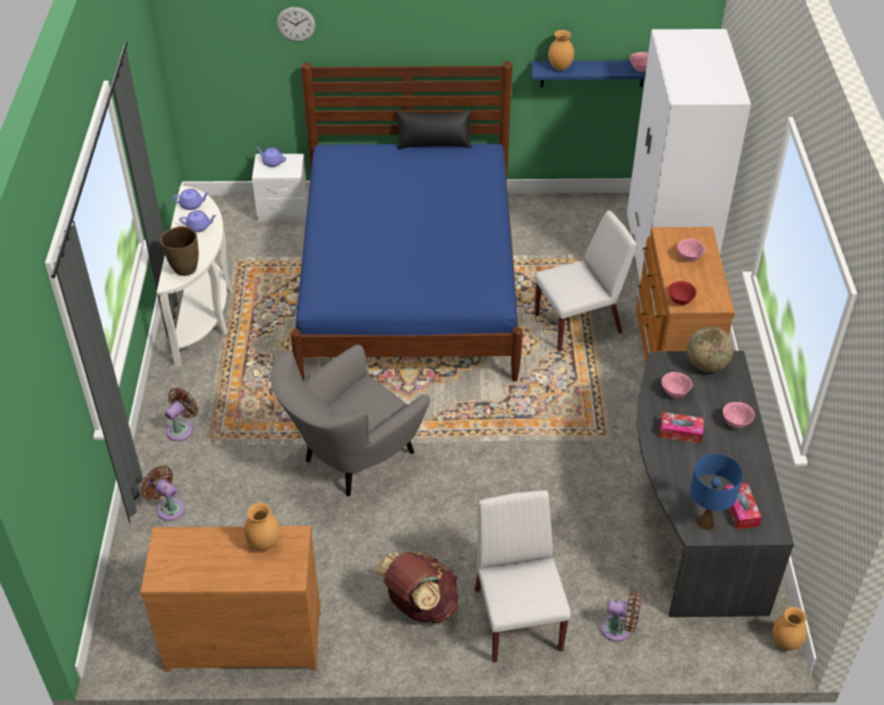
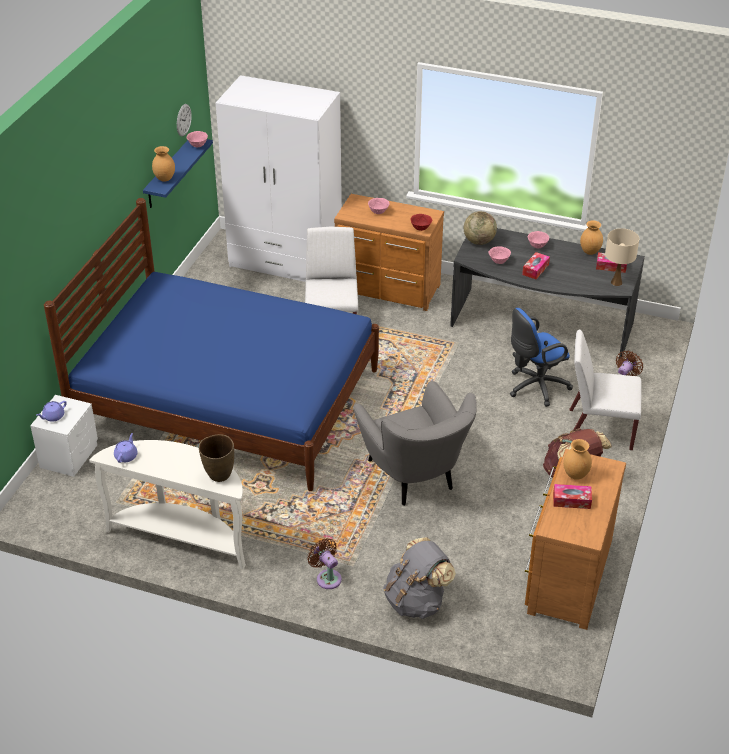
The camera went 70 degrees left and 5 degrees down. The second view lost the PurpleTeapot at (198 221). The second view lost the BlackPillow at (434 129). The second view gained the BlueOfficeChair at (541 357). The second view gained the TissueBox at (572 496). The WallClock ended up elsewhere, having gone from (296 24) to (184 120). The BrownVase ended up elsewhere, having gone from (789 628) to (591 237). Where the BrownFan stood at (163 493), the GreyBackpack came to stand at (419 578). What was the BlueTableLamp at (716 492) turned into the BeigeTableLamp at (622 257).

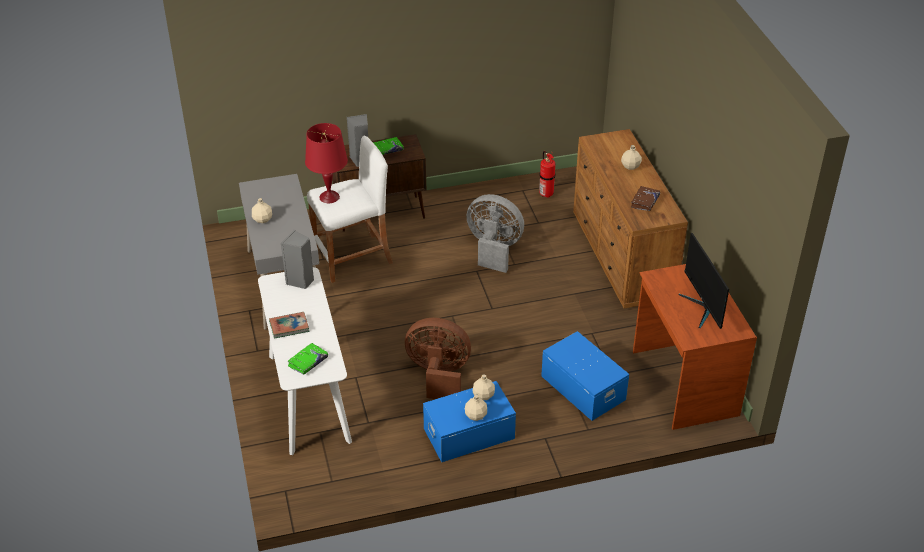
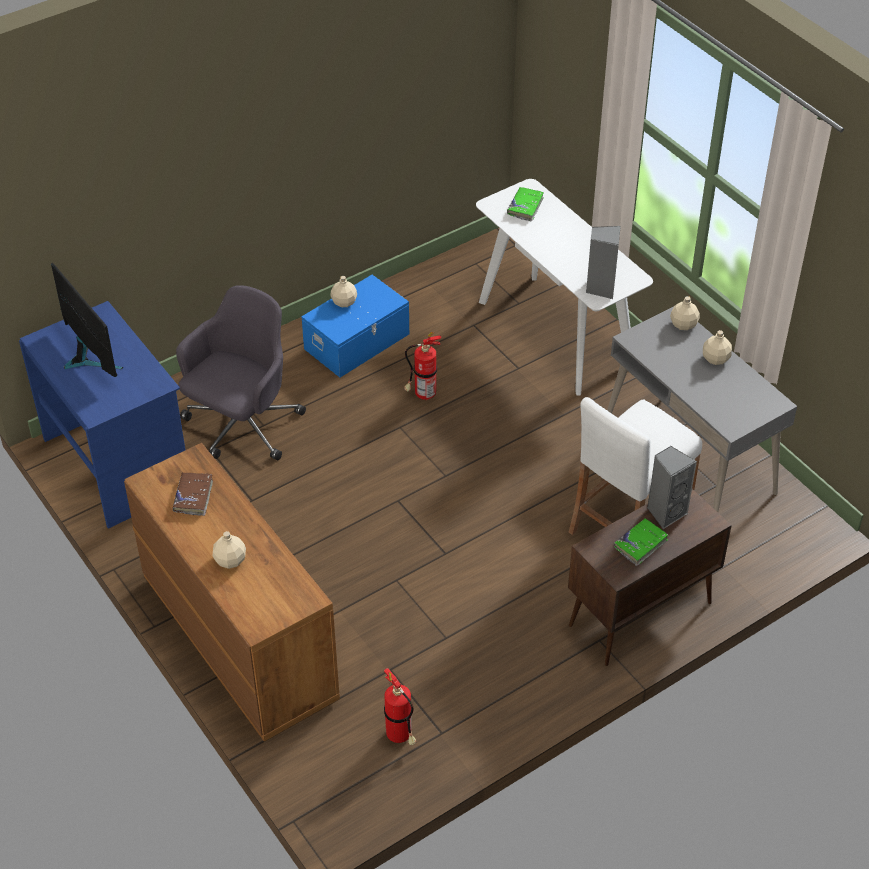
The camera went 160 degrees right and 5 degrees up. The second view lost the Book at (289 325). The second view lost the RedTableLamp at (326 163). The second view lost the GreyFan at (495 233). The BeigeBottle ended up elsewhere, having gone from (483 388) to (685 313). Where the BrownFan stood at (438 358), the FireExtinguisher came to stand at (423 366). Where the BlueStorageBox stood at (585 376), the GreyOfficeChair came to stand at (241 372). What was the BrownDesk at (695 347) turned into the BlueDesk at (102 415).

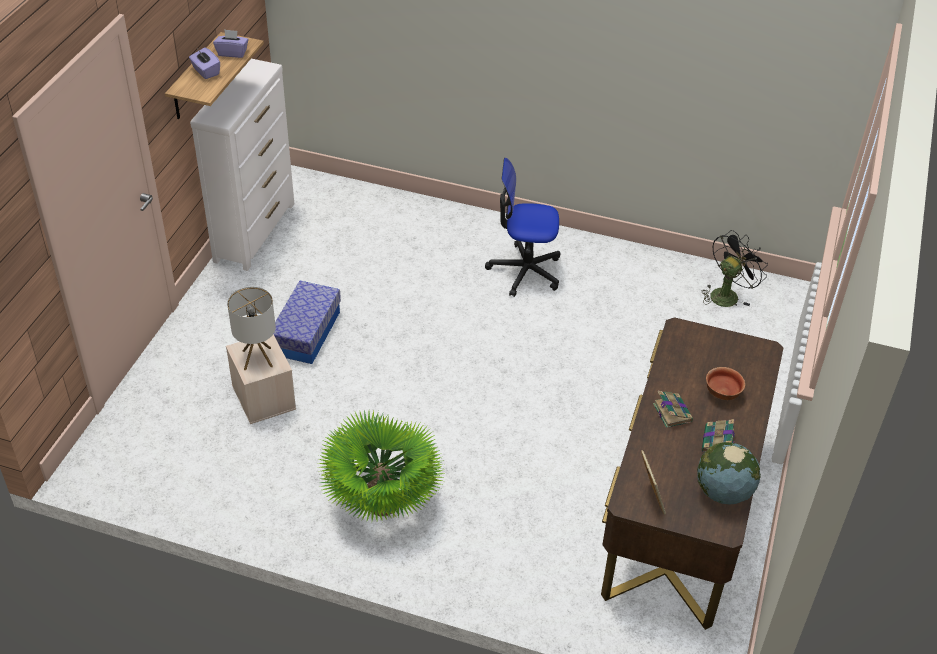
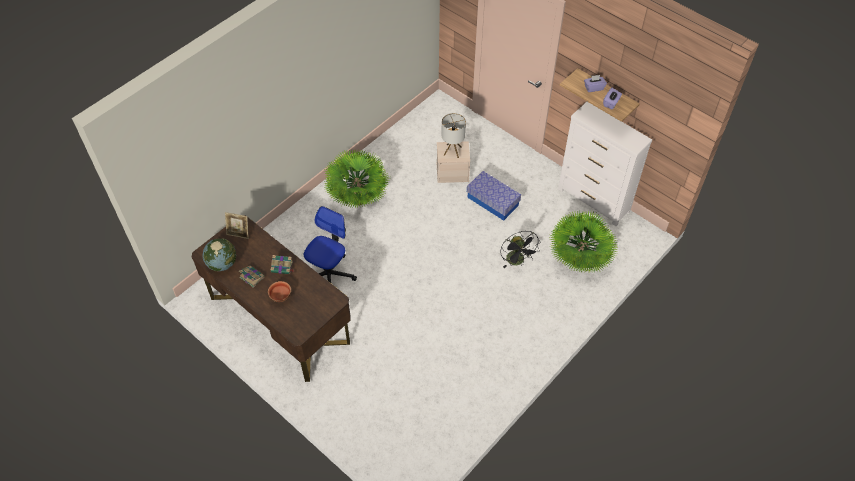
The camera went 115 degrees right and 10 degrees up. The second view gained the PottedPlant at (584 241). The OfficeChair ended up elsewhere, having gone from (523 227) to (330 244). The BlackFan ended up elsewhere, having gone from (735 268) to (520 249).

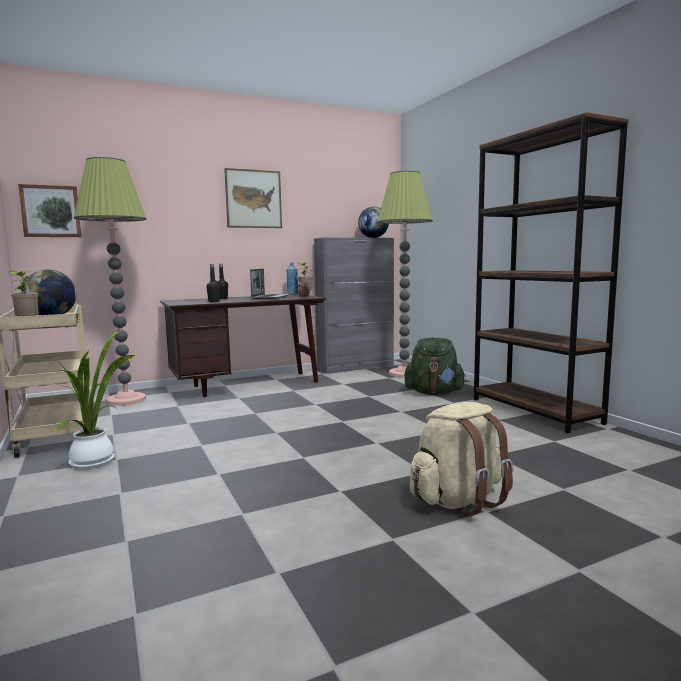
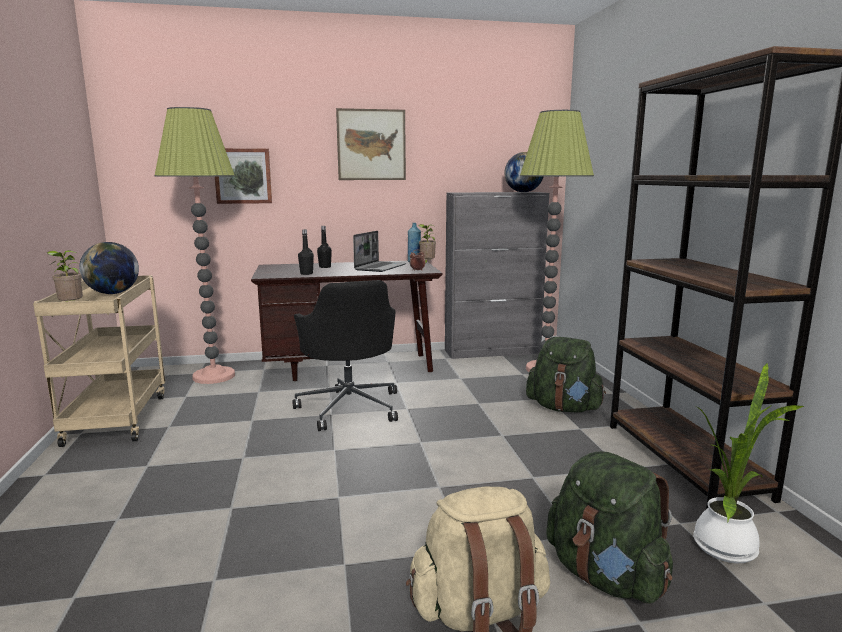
The camera went 15 degrees right and 5 degrees up. The second view gained the BlackOfficeChair at (345 355). The second view gained the GreenBackpack at (609 527). The Picture ended up elsewhere, having gone from (49 210) to (243 176). The PottedPlant ended up elsewhere, having gone from (95 400) to (749 463).

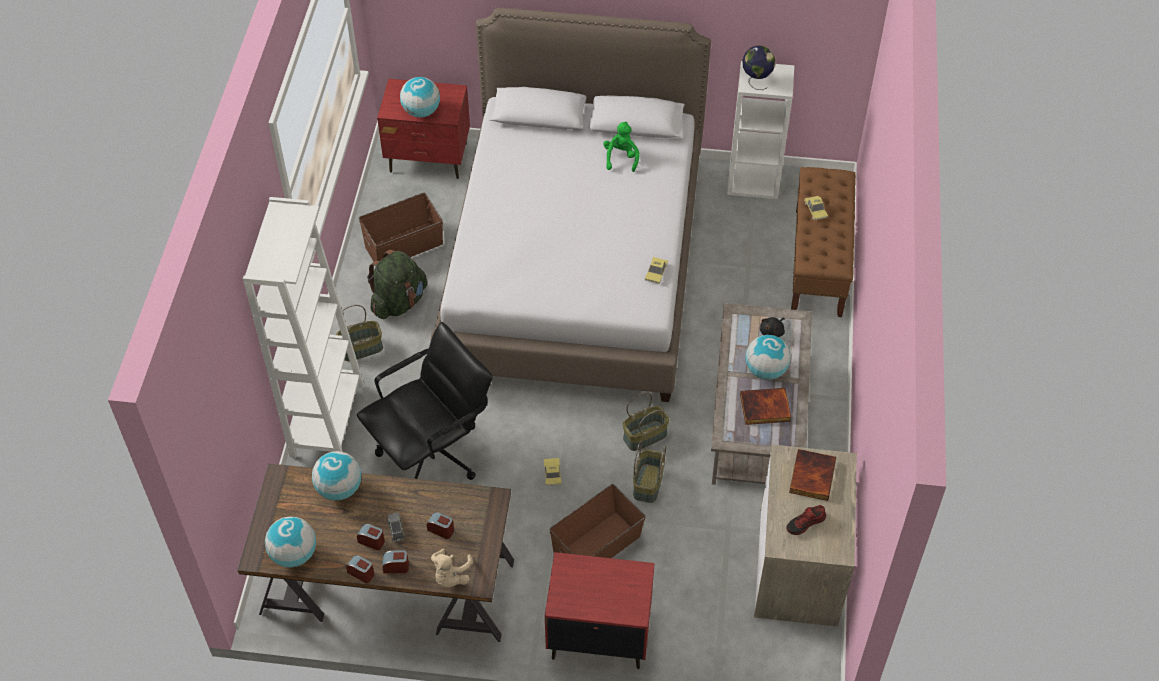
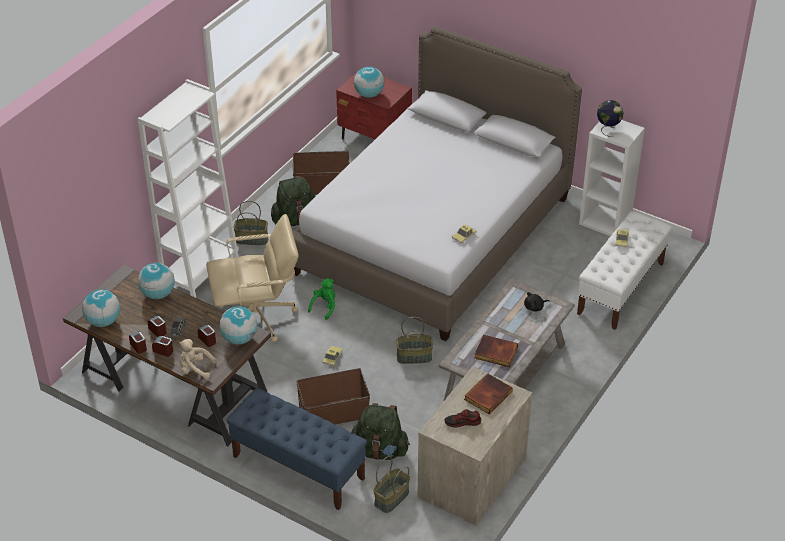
The camera went 25 degrees right and 10 degrees down. The second view gained the GreenBackpack at (380 431). The GreenPlushToy ended up elsewhere, having gone from (621 147) to (321 299). The Basket ended up elsewhere, having gone from (649 472) to (391 484). The Globe ended up elsewhere, having gone from (768 357) to (238 325). Where the RedNightstand stood at (600 610), the BlueBench came to stand at (296 449). What was the BlackOfficeChair at (425 401) turned into the BeigeOfficeChair at (252 278). What was the BrownBench at (823 242) turned into the WhiteBench at (624 270). The BeigePlushToy at (452 568) ended up facing another way, 60 degrees clockwise from before.

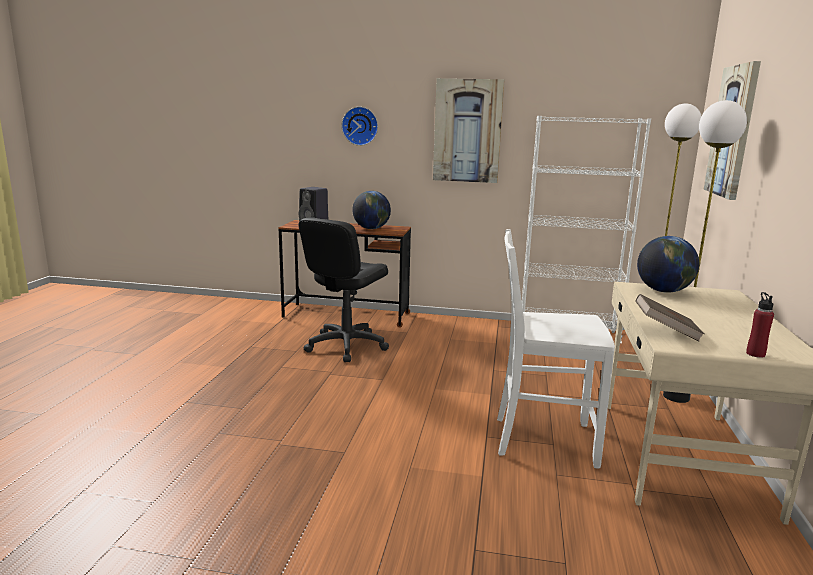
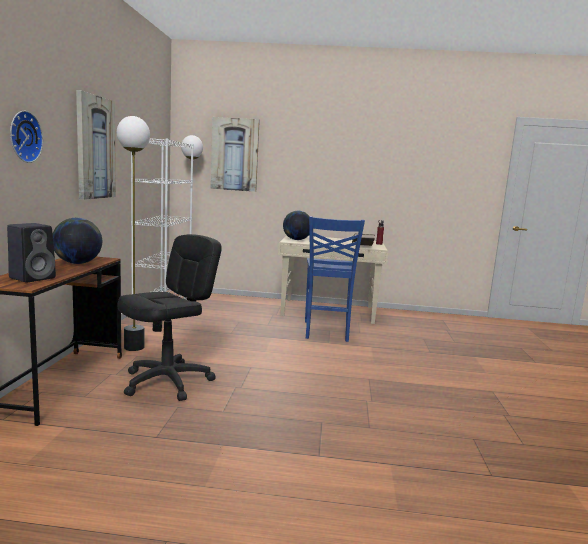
The camera went 95 degrees left and 5 degrees down. The FloorLamp ended up elsewhere, having gone from (705 251) to (133 233). What was the WhiteChair at (556 348) turned into the BlueChair at (335 279). The BlackOfficeChair at (343 289) ended up facing another way, 75 degrees counterclockwise from before.

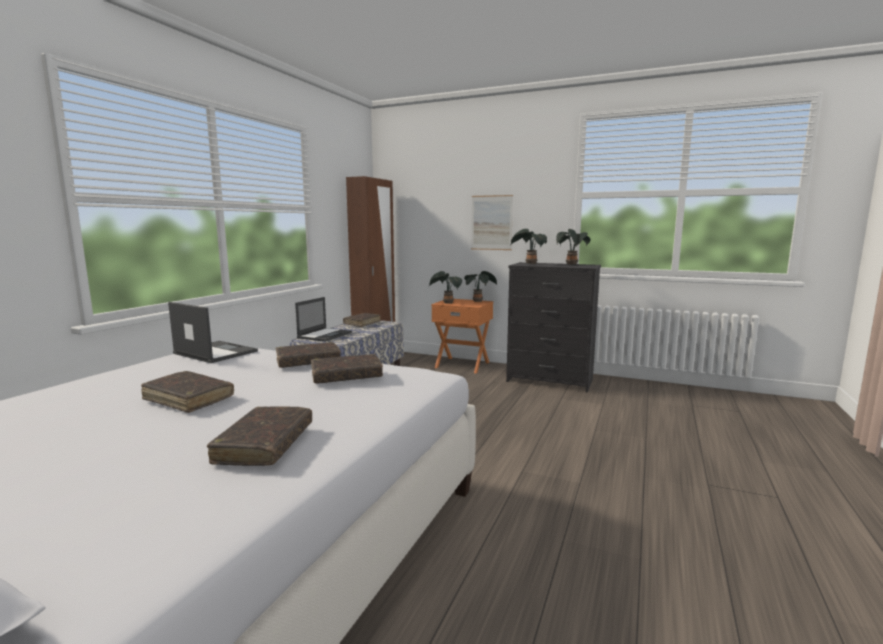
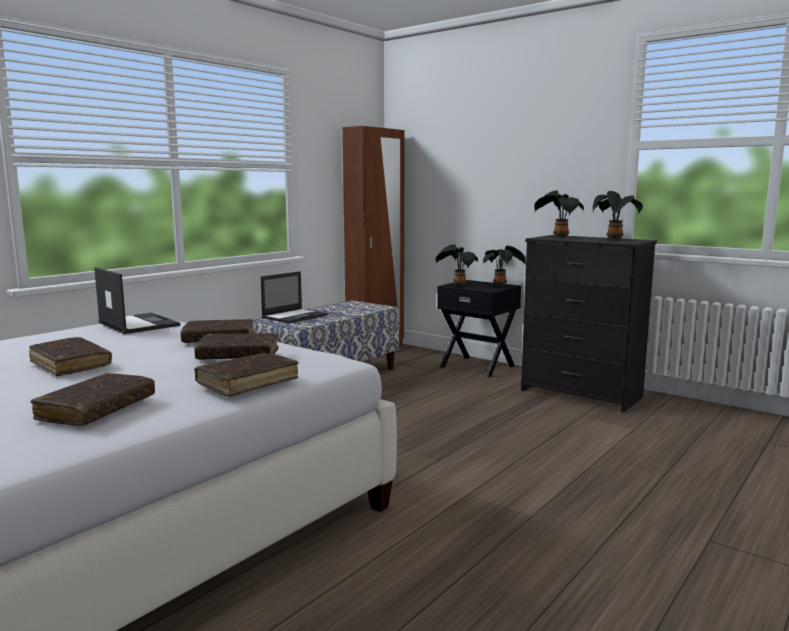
The camera went 15 degrees right and 0 degrees up. The second view lost the Picture at (492 222). The BrownBook ended up elsewhere, having gone from (361 320) to (246 375). What was the OrangeNightstand at (462 336) turned into the BlackNightstand at (479 329).

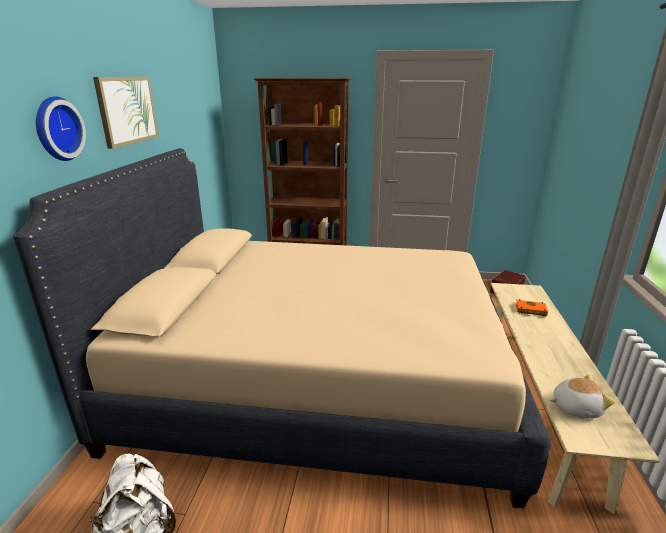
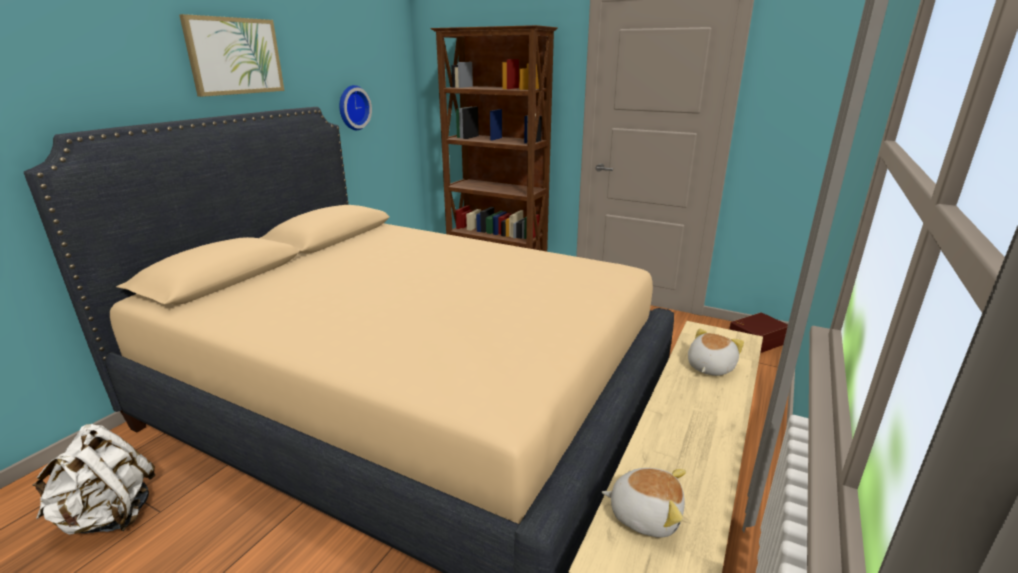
The camera went 20 degrees right and 0 degrees up. The WallClock ended up elsewhere, having gone from (61 128) to (355 107). Where the OrangeBook stood at (532 308), the PlushToy came to stand at (716 352).

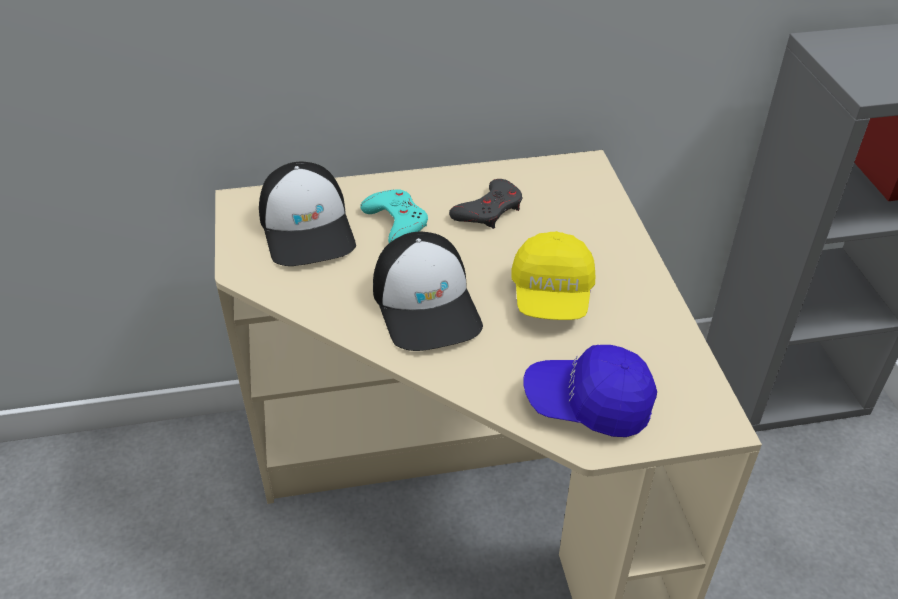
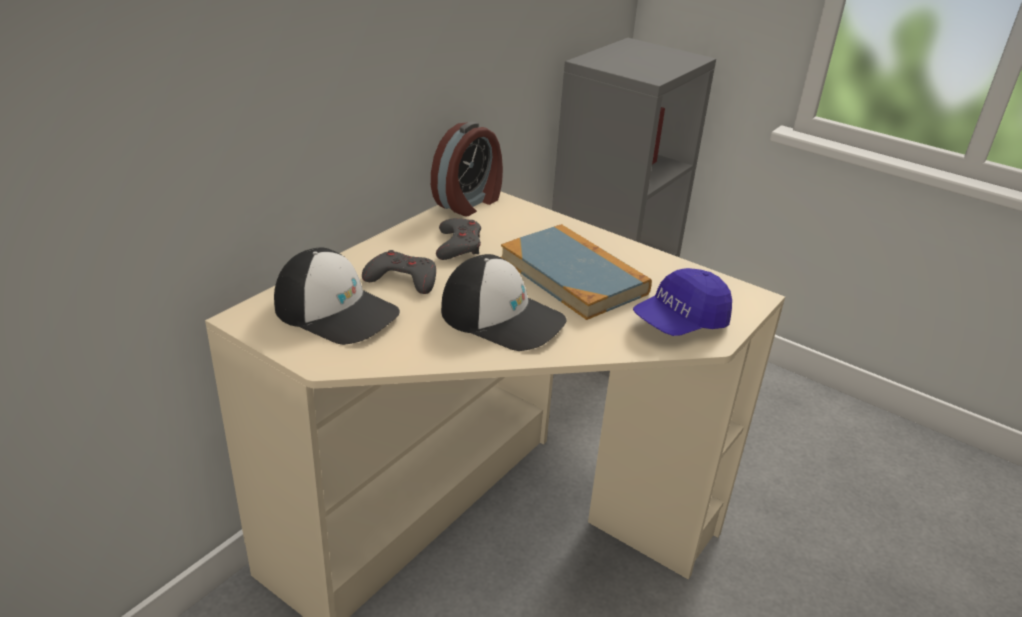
The camera went 45 degrees left and 10 degrees down. The second view gained the AlarmClock at (467 169). Where the YellowCap stood at (553 275), the Book came to stand at (576 272). What was the TurquoiseGameController at (394 216) turned into the GreyGameController at (399 272).

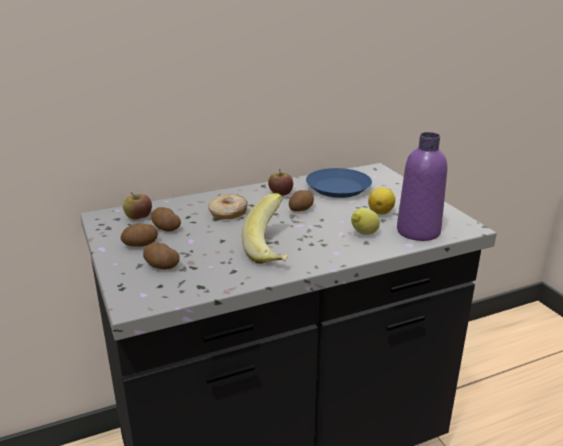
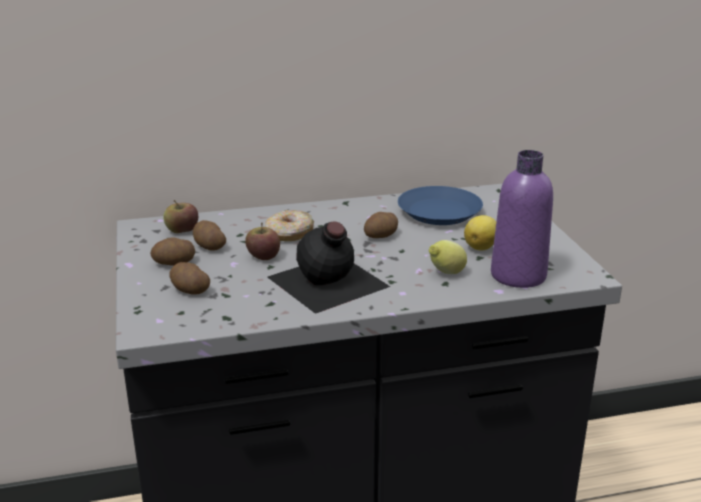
The camera went 10 degrees right and 0 degrees up. The Apple ended up elsewhere, having gone from (280 182) to (262 241). Where the Banana stood at (265 228), the BlackBottle came to stand at (328 267).

